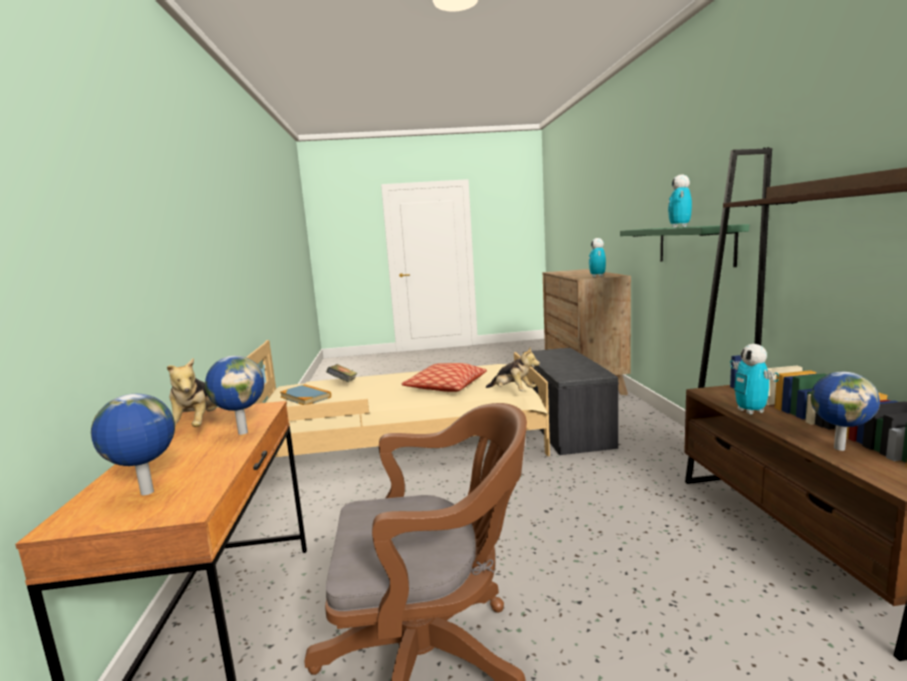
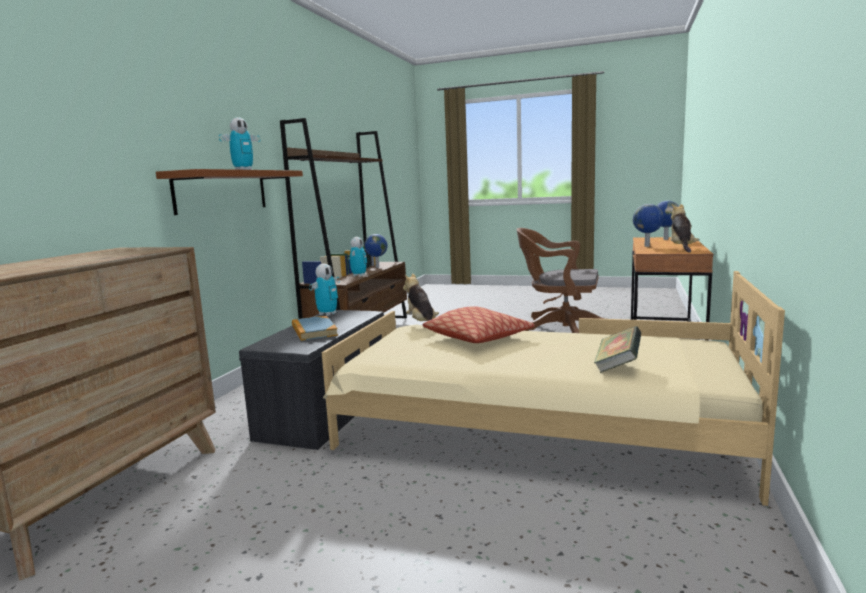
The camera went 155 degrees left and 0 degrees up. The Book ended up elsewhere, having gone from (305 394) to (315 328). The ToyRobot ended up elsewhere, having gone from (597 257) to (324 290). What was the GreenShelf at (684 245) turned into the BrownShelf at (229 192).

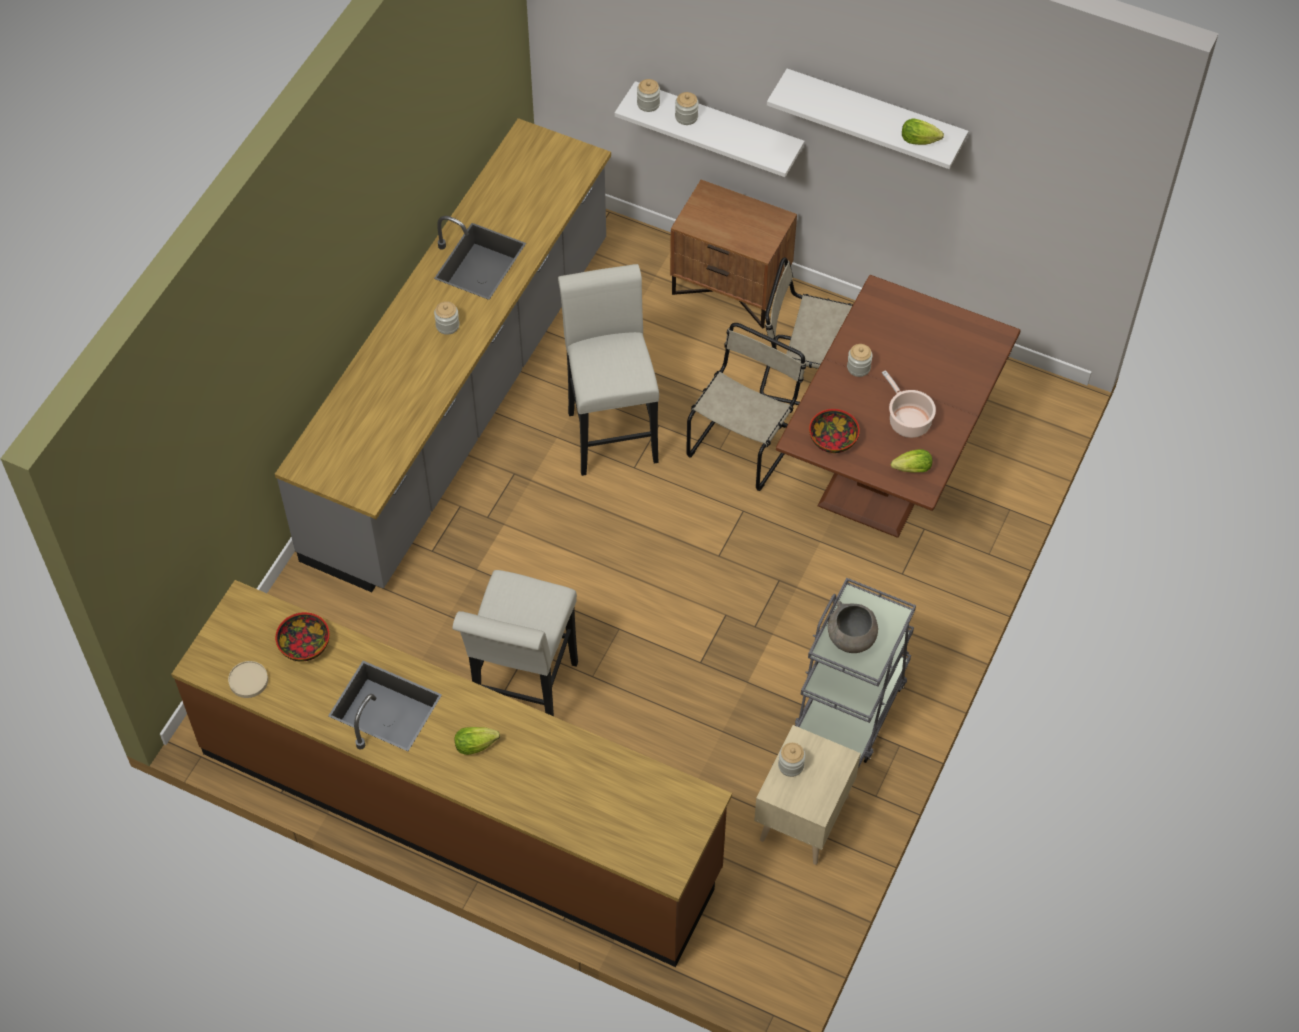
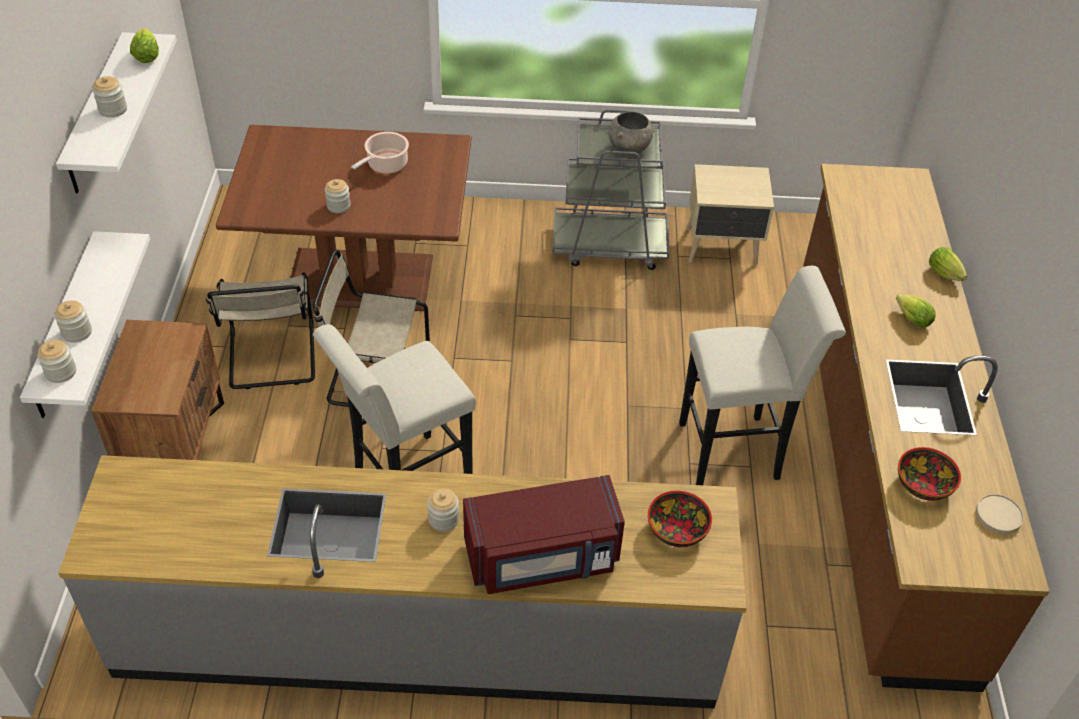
The camera went 115 degrees left and 10 degrees down. The second view gained the RedMicrowave at (544 534). The Jar ended up elsewhere, having gone from (791 760) to (109 97). The Bowl ended up elsewhere, having gone from (834 431) to (680 518). The Lettuce ended up elsewhere, having gone from (911 461) to (948 264).

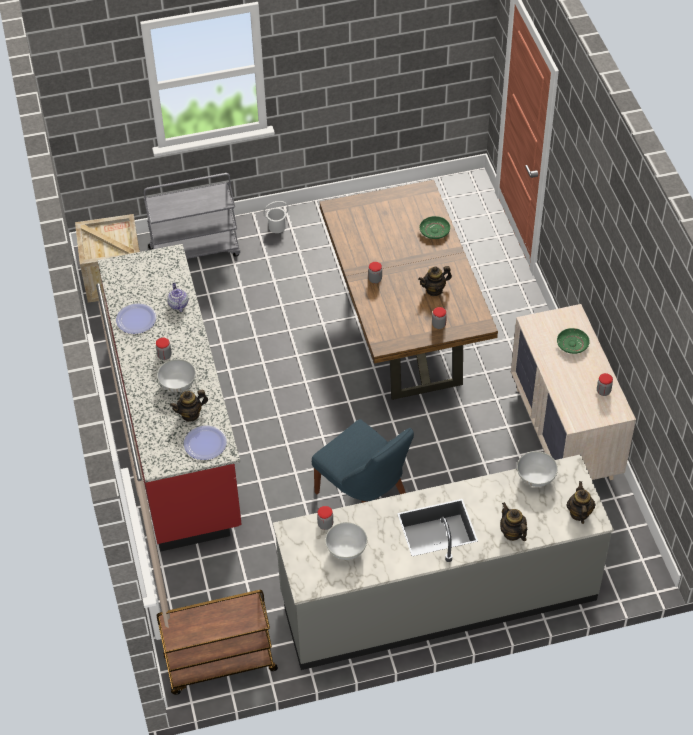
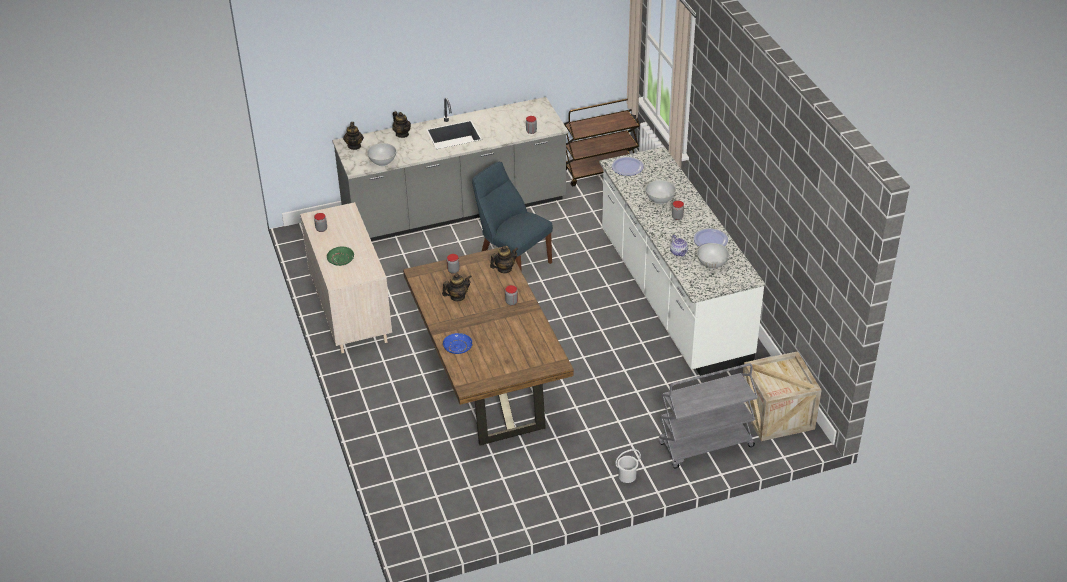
The camera went 175 degrees right and 10 degrees down. The Teapot ended up elsewhere, having gone from (189 405) to (504 259). The WhiteBowl ended up elsewhere, having gone from (346 541) to (713 256). What was the RedCounter at (169 398) turned into the WhiteCounter at (682 261). What was the GreenPlate at (435 227) turned into the BluePlate at (458 343).

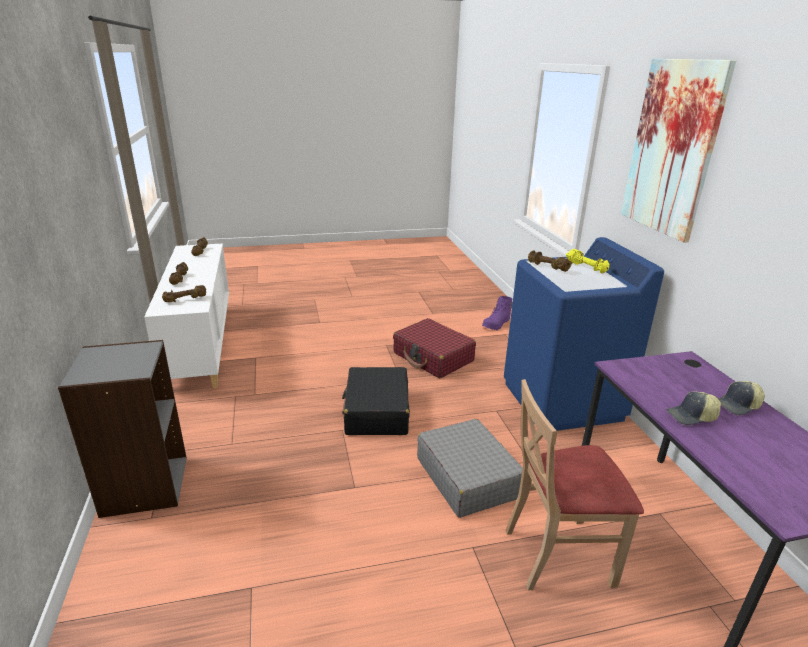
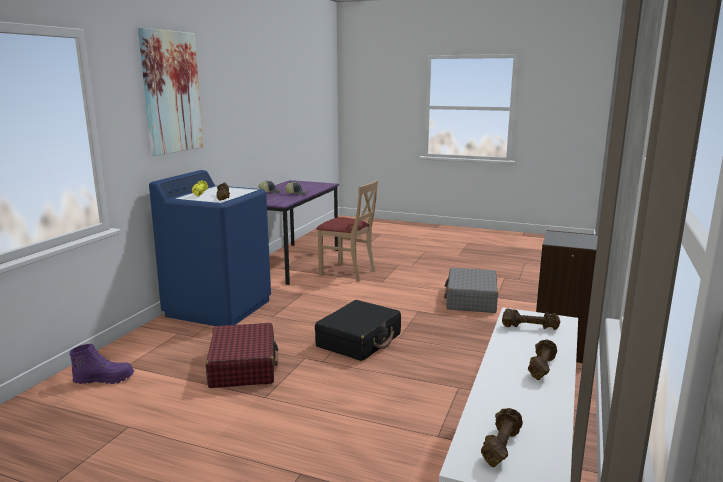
The camera went 145 degrees left and 10 degrees down. The GreySuitcase ended up elsewhere, having gone from (470 468) to (471 290).

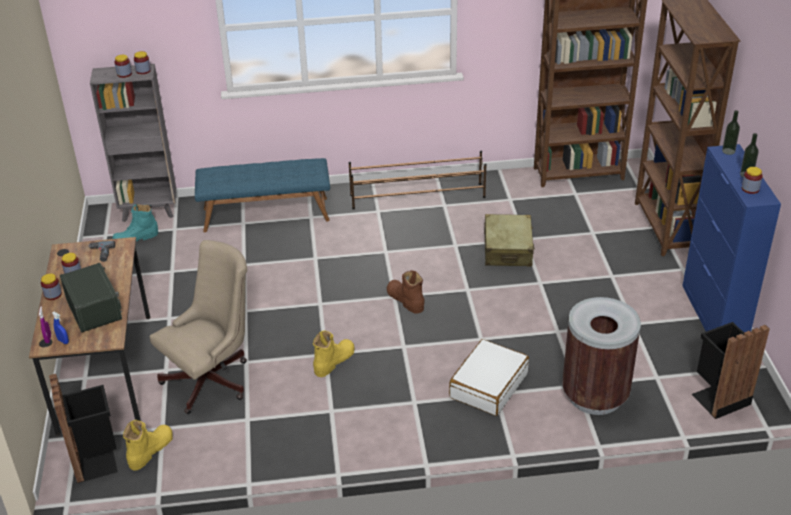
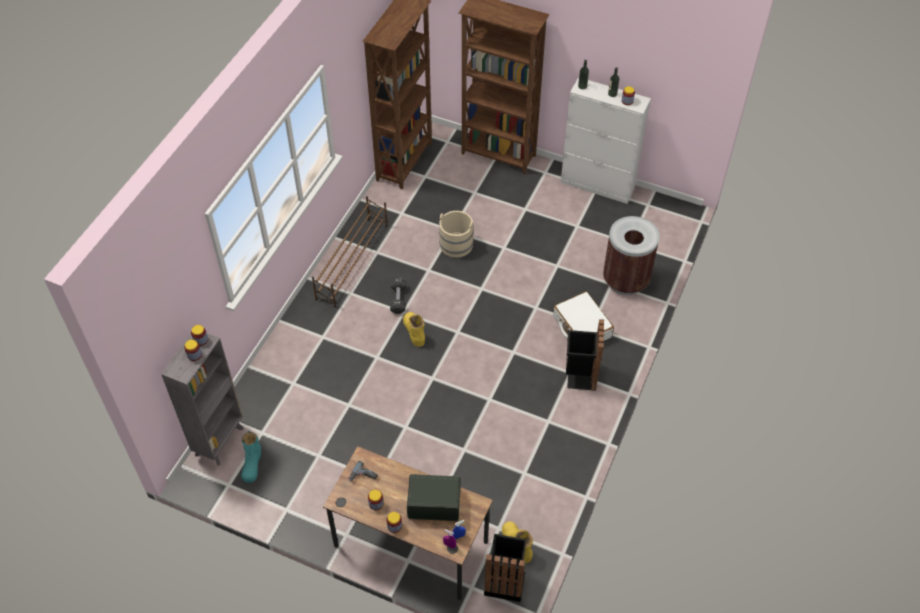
The camera went 60 degrees left and 15 degrees up. The second view lost the BeigeOfficeChair at (198 327). The second view lost the BlueBench at (262 195). The second view lost the BrownBoot at (405 292). The second view gained the BlackDumbbell at (398 295). The YellowBoot ended up elsewhere, having gone from (334 353) to (414 329). The BlackTrashCan ended up elsewhere, having gone from (730 370) to (585 355). Where the BeigeSuitcase stood at (509 240), the BeigeBucket came to stand at (456 234). What was the BlueCabinet at (731 238) turned into the WhiteCabinet at (606 140).

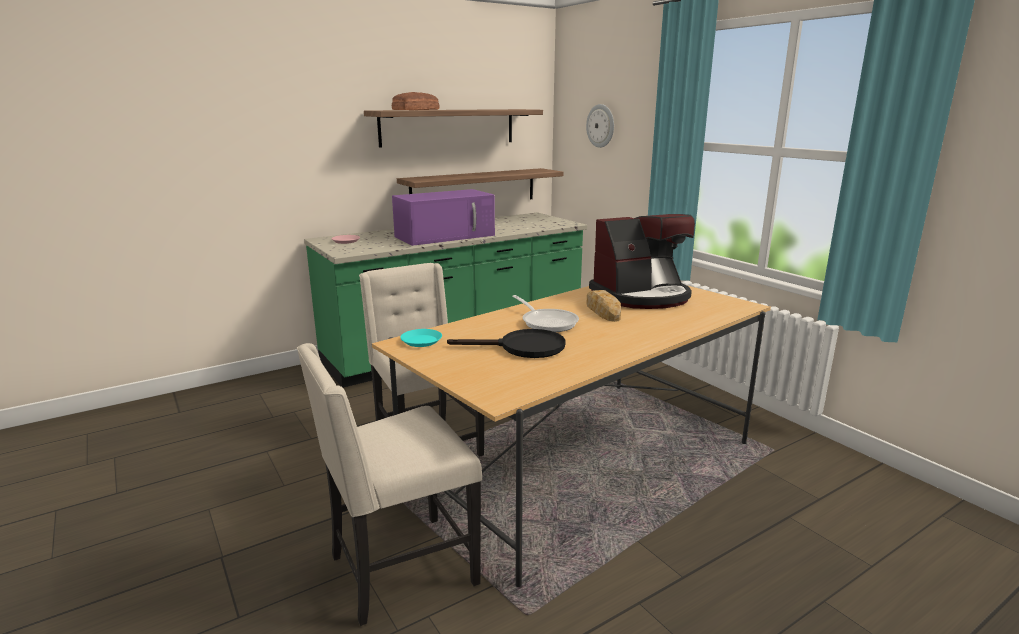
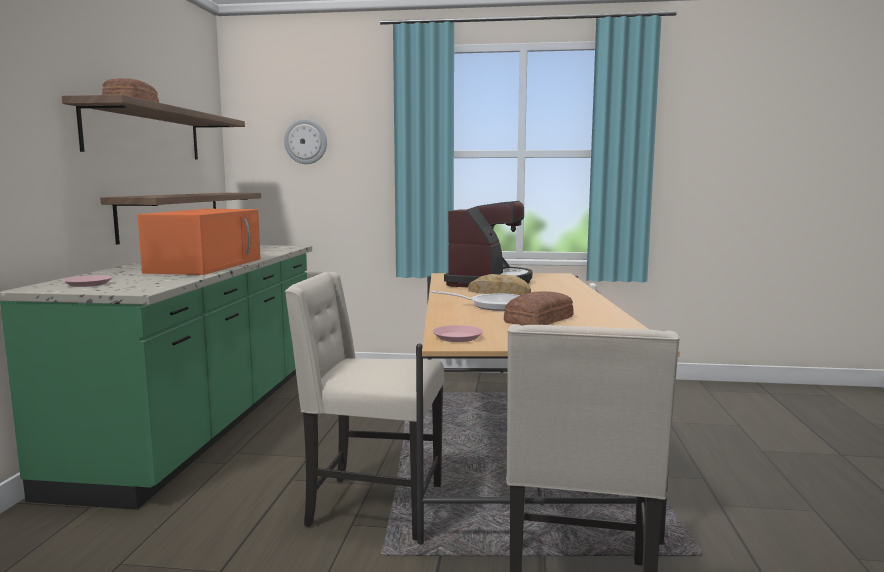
The camera went 50 degrees left and 10 degrees down. Where the BlackFryingPan stood at (506 343), the Bread came to stand at (539 308). What was the PurpleMicrowave at (443 217) turned into the OrangeMicrowave at (199 242). What was the TurquoisePlate at (421 338) turned into the PinkPlate at (458 333).

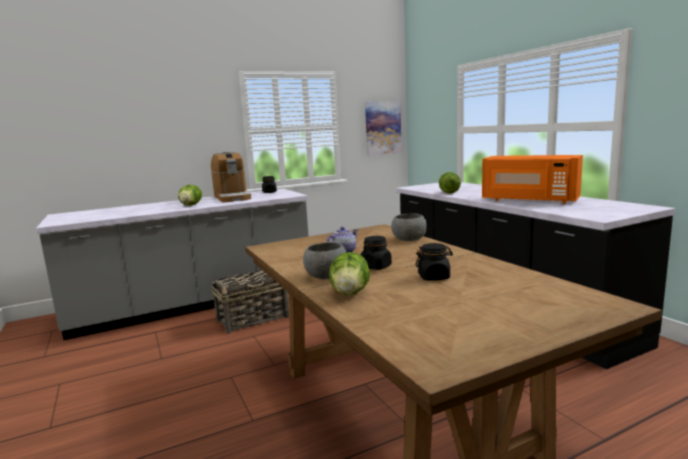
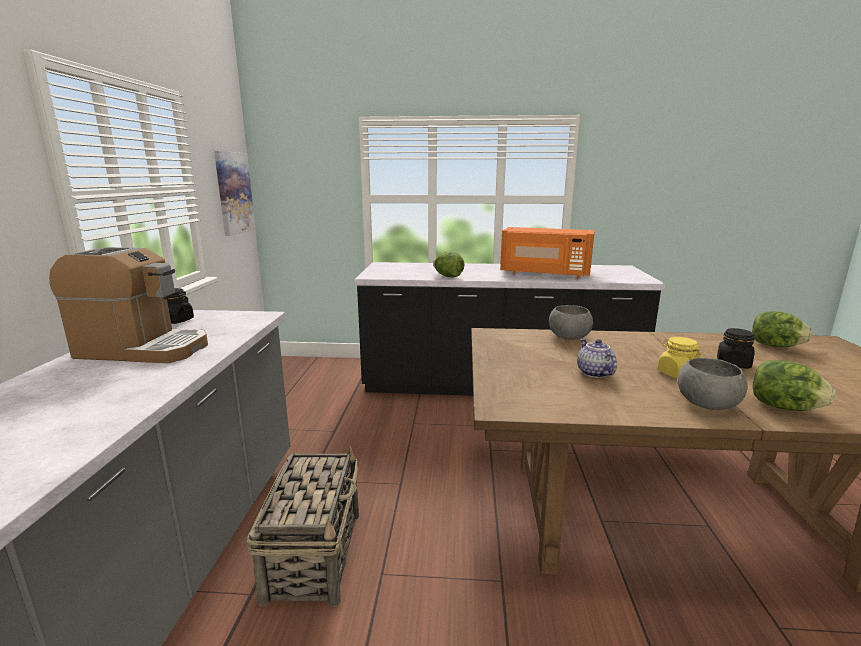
The camera went 60 degrees left and 5 degrees up. The Lettuce ended up elsewhere, having gone from (190 195) to (782 329). What was the BlackJar at (376 253) turned into the YellowJar at (679 358). The OrangeMicrowave at (532 179) ended up facing another way, 45 degrees clockwise from before.

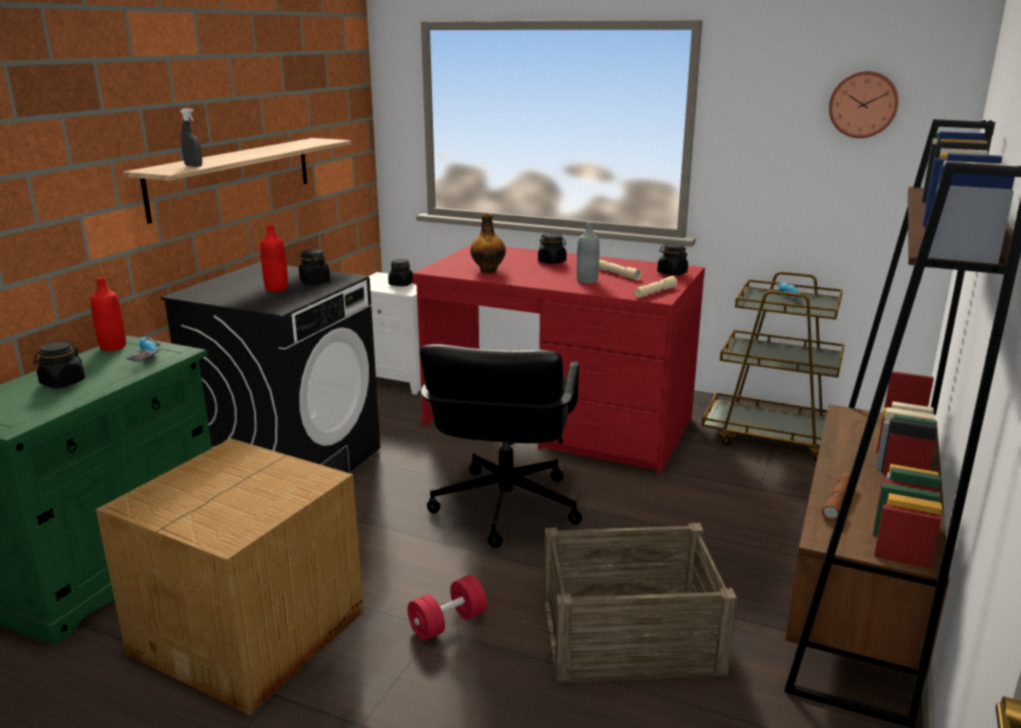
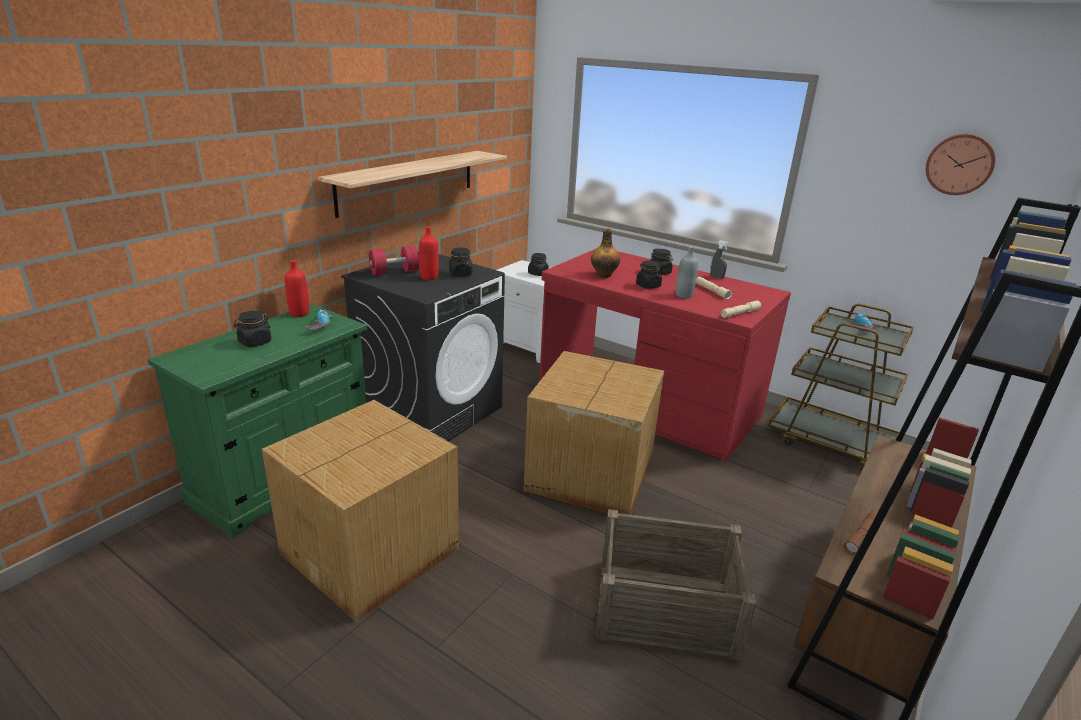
The camera went 10 degrees right and 5 degrees up. The GreySprayBottle ended up elsewhere, having gone from (191 137) to (719 260). The RedDumbbell ended up elsewhere, having gone from (447 608) to (394 261). The BlackJar ended up elsewhere, having gone from (672 259) to (649 274). Where the BlackOfficeChair stood at (500 446), the CardboardBox came to stand at (594 433).

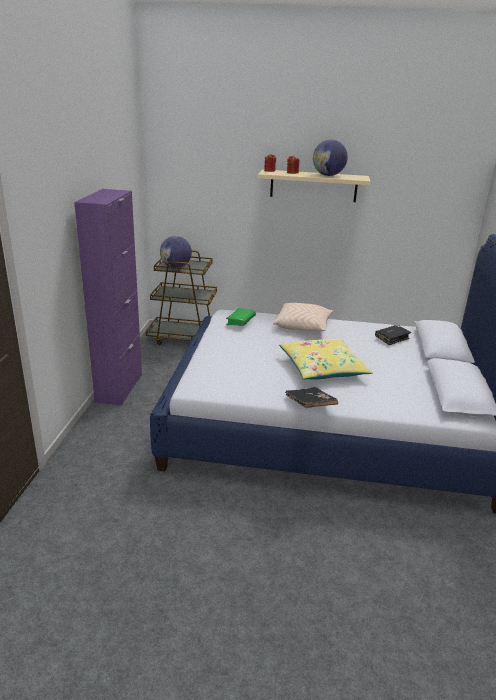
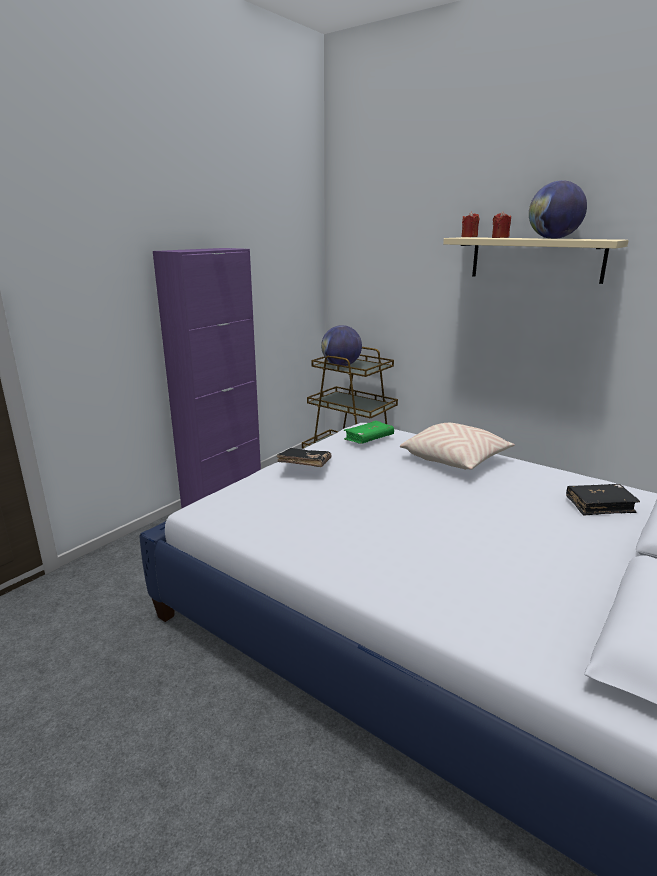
The camera went 30 degrees right and 5 degrees down. The second view lost the YellowPillow at (326 359). The BlackBook ended up elsewhere, having gone from (311 397) to (304 457).

